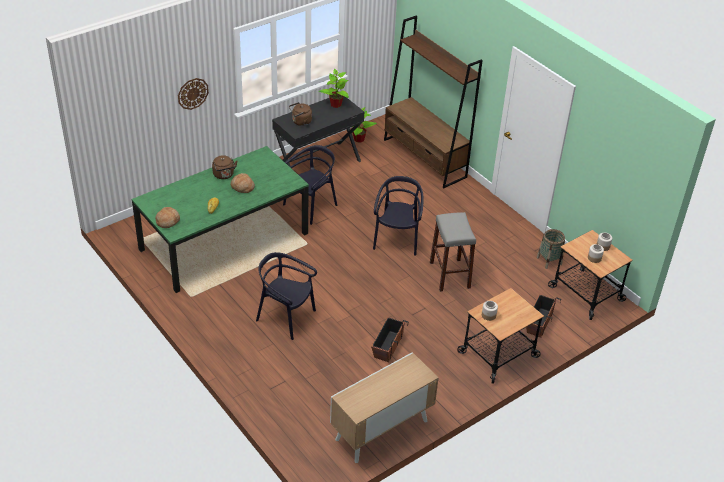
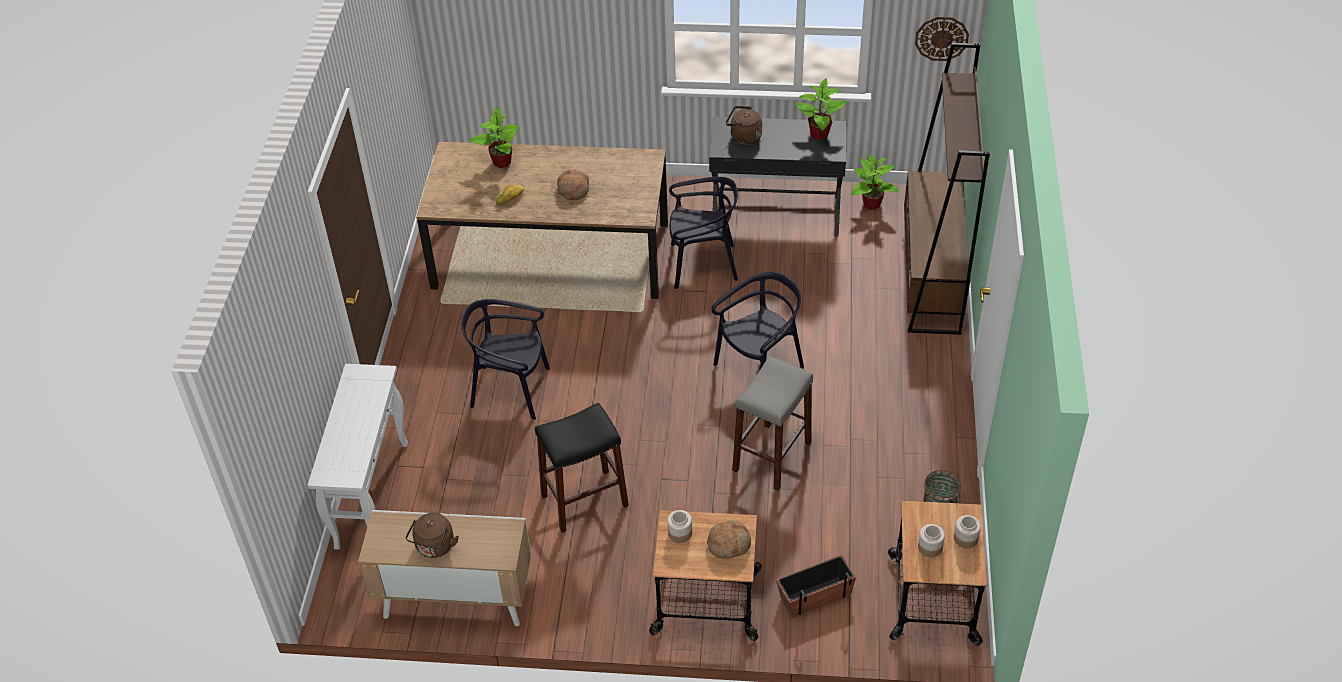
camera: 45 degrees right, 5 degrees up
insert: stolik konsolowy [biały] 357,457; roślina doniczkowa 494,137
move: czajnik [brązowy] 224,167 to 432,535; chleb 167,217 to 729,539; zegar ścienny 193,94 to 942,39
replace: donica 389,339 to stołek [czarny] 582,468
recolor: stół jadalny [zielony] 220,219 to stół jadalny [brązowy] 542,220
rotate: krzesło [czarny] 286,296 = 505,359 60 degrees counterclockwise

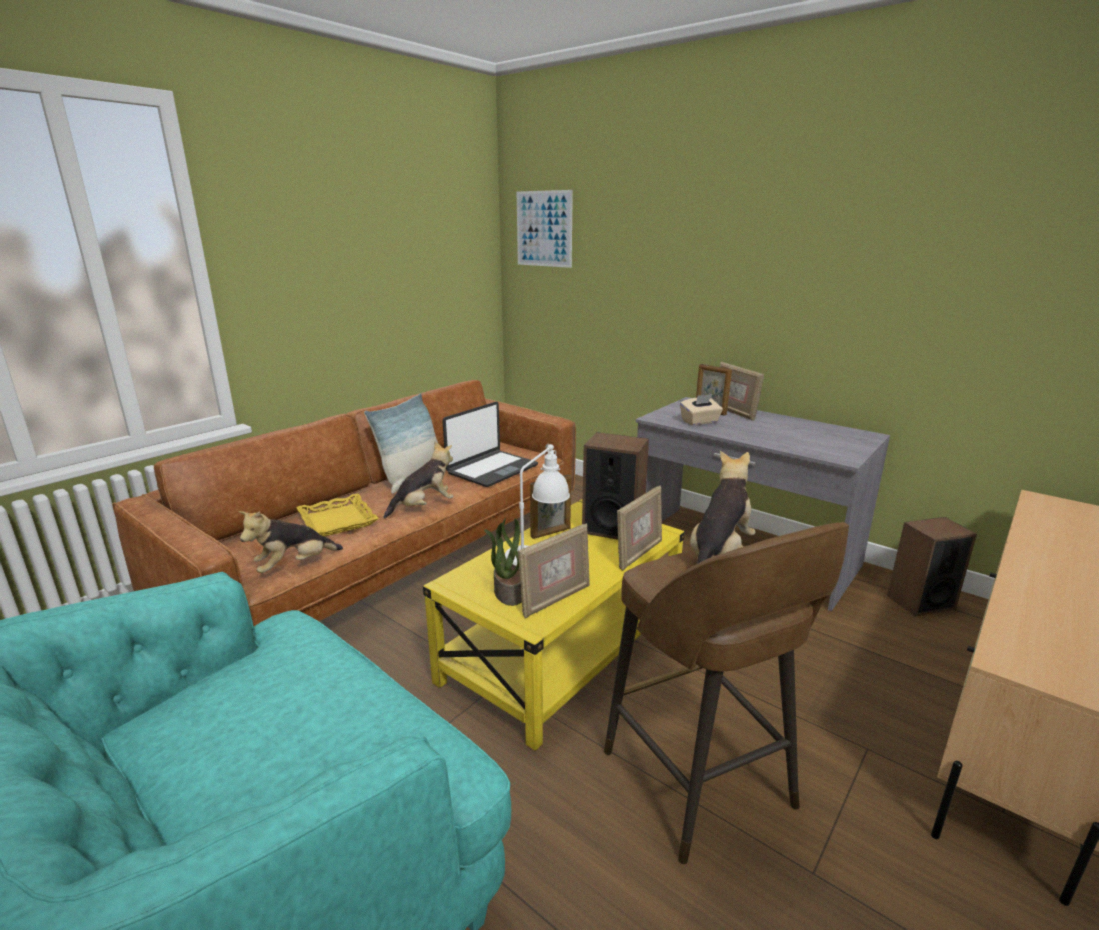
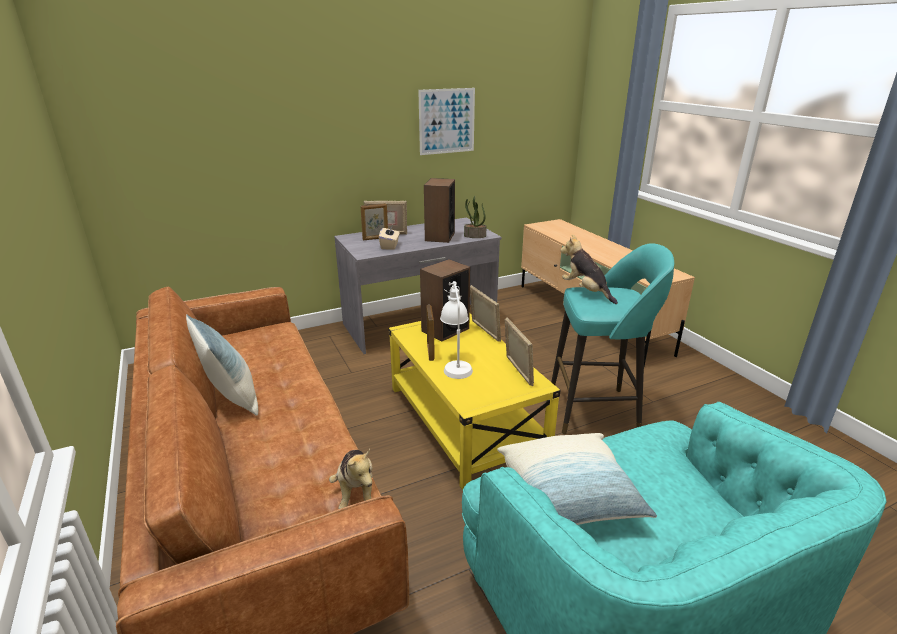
camera: 65 degrees left, 5 degrees up
delete: taca [żółty] 337,515; pluszak 418,480; laptop 490,444
insert: poduszka 577,479
move: obraz 545,229 to 446,121; głośnik 932,566 to 439,210; roślina doniczkowa 503,562 to 475,217
recolor: stołek [brązowy] 726,693 to stołek [turkusowy] 612,338

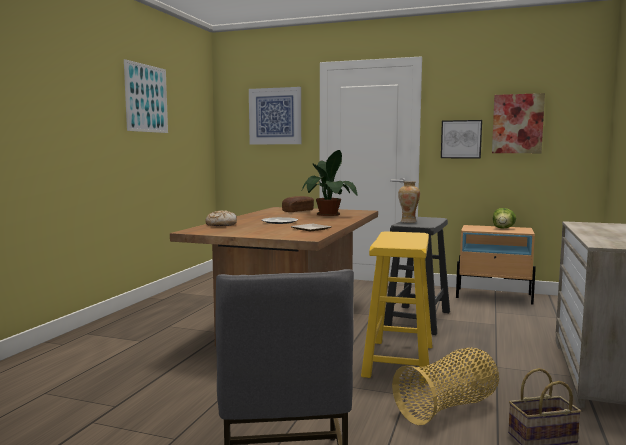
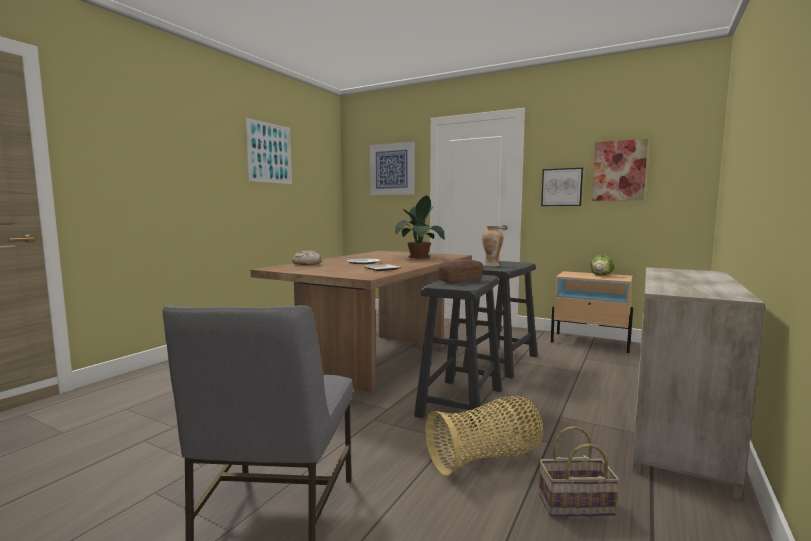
camera: 10 degrees right, 0 degrees up
move: chleb 298,204 to 460,271
recolor: stołek [żółty] 396,307 to stołek [czarny] 458,351

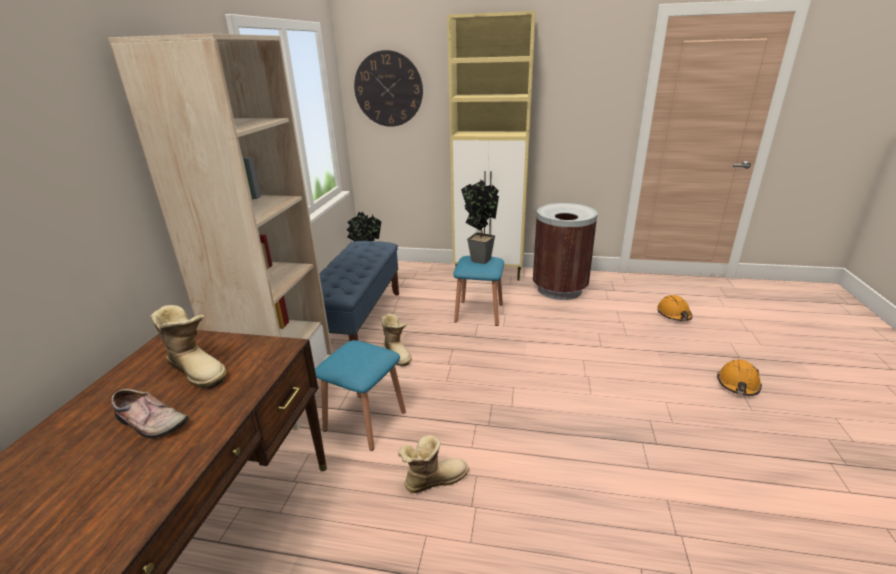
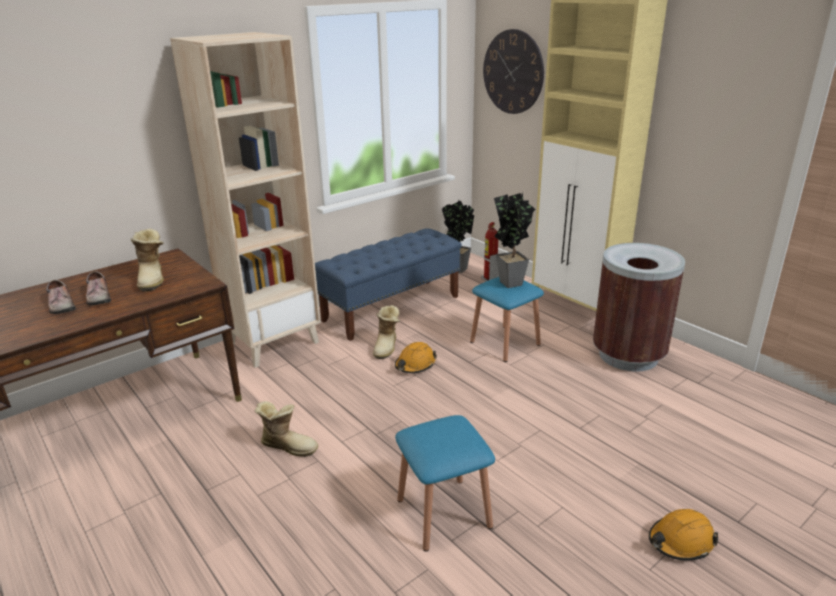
camera: 40 degrees right, 0 degrees up
insert: but 61,297; gaśnica 490,251
move: kask [pomarańczowy] 674,308 to 416,357; stołek [niebieski] 360,395 to 445,483

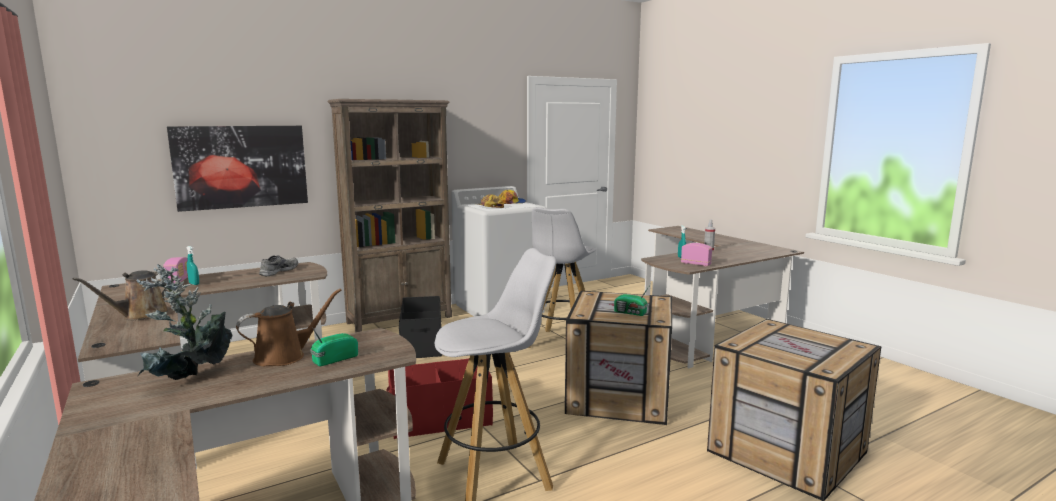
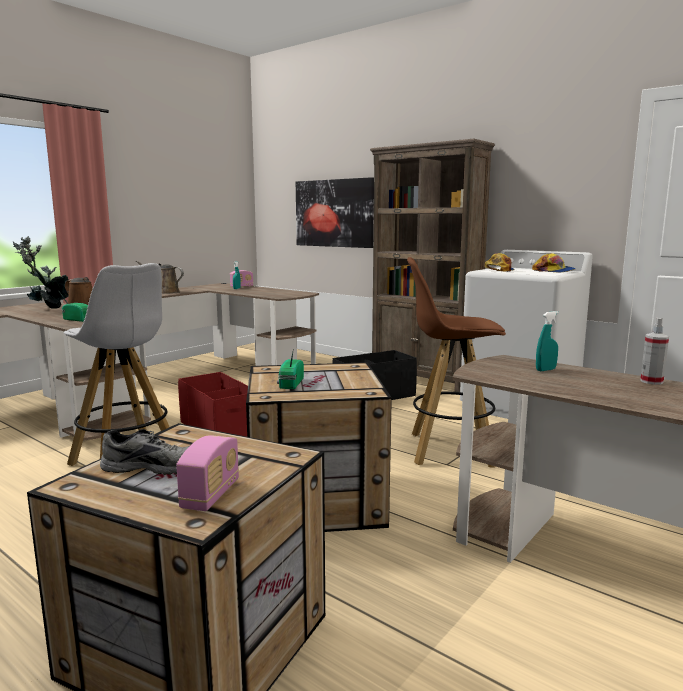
camera: 70 degrees right, 0 degrees up
move: but [szary] 278,265 to 144,452; radio 696,254 to 207,473
recolor: stołek [biały] 562,277 to stołek [brązowy] 456,362

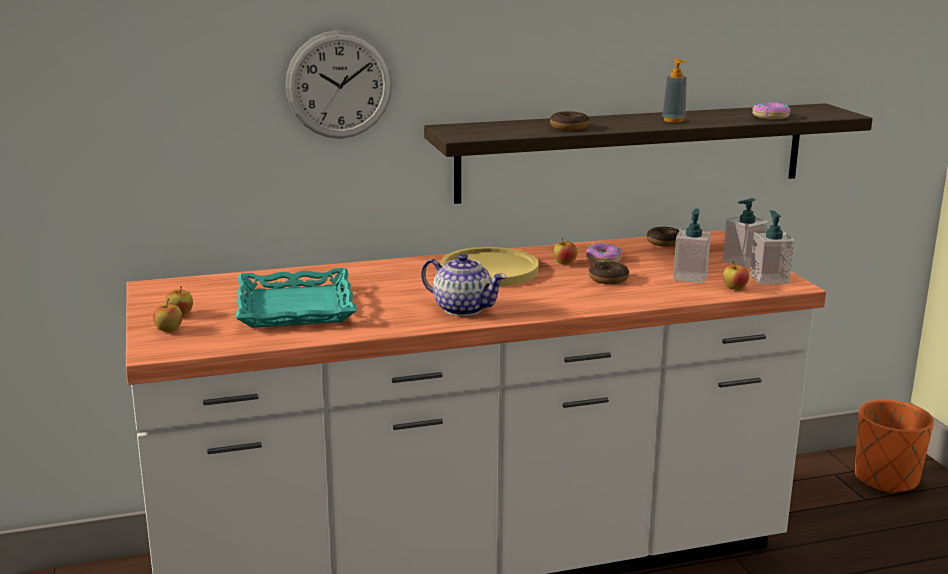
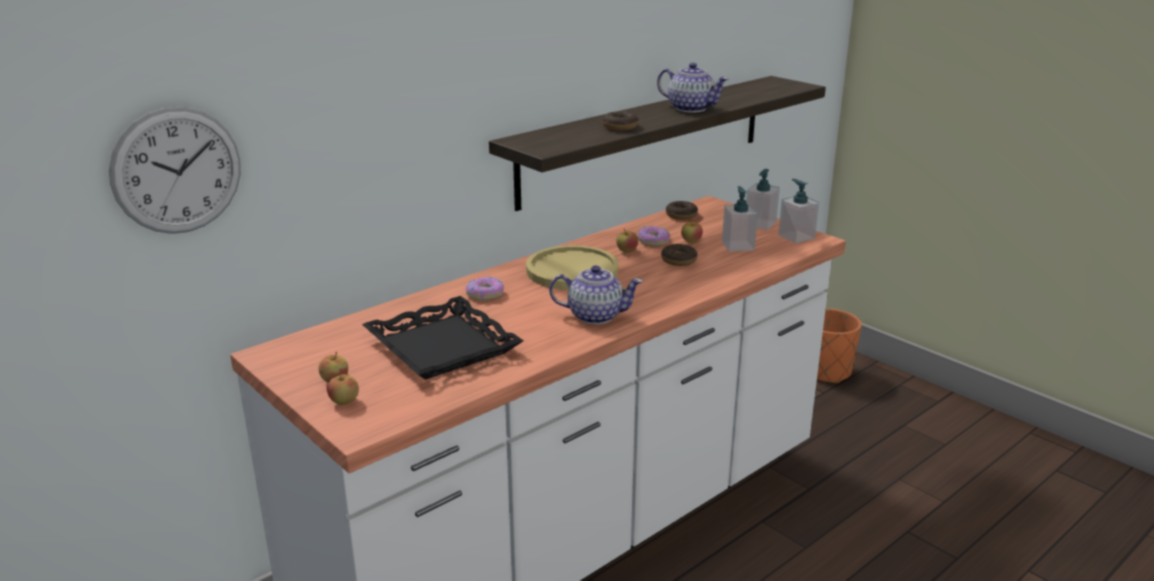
camera: 25 degrees left, 5 degrees up
move: zegar ścienny 338,84 to 175,170; donut 771,111 to 484,289; jabłko 736,275 to 692,231
replace: dozownik mydła 674,91 to imbryk 693,88
recolor: taca [turkusowy] 296,298 to taca [czarny] 443,338

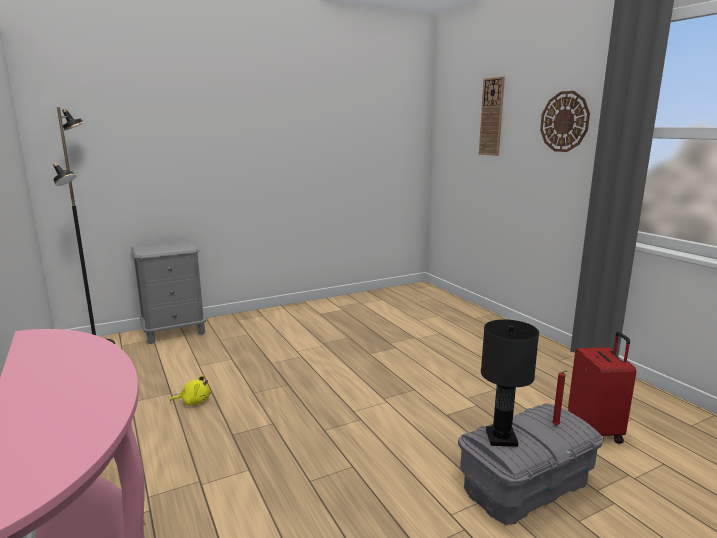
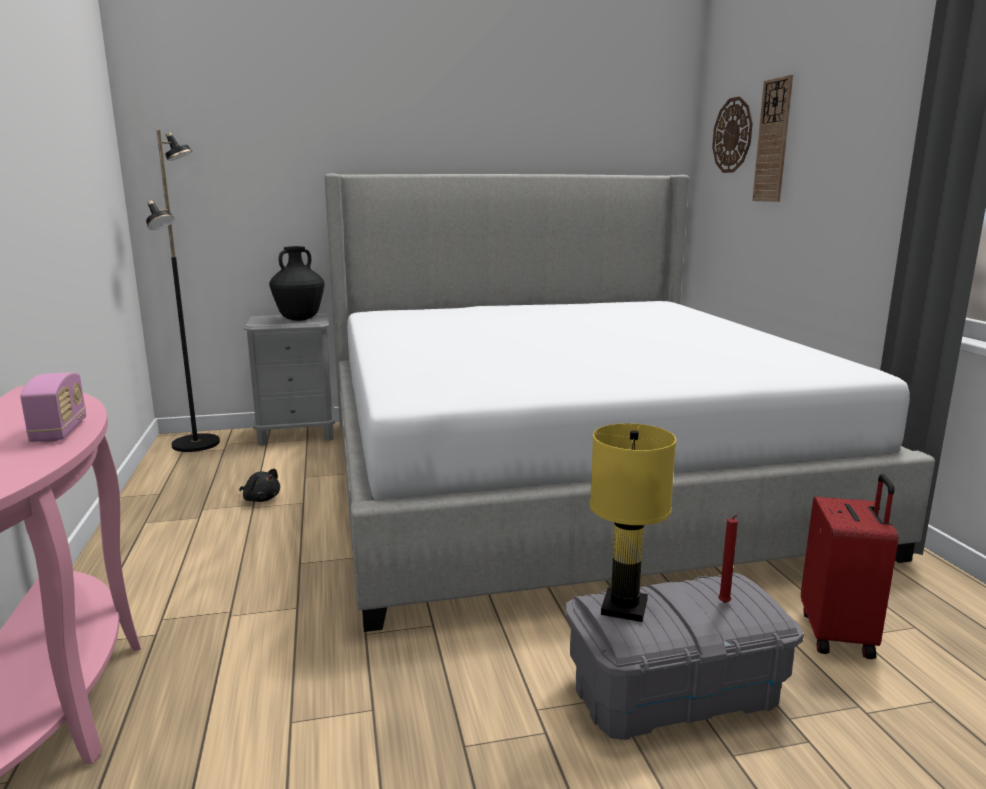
camera: 15 degrees right, 0 degrees up
delete: pluszak [żółty] 190,390
insert: radio 53,407; pluszak [czarny] 259,485; wazon [czarny] 296,283; łóżko 629,402
move: zegar ścienny 565,121 to 732,134
recolor: lampa stołowa [czarny] 510,383 to lampa stołowa [żółty] 633,522

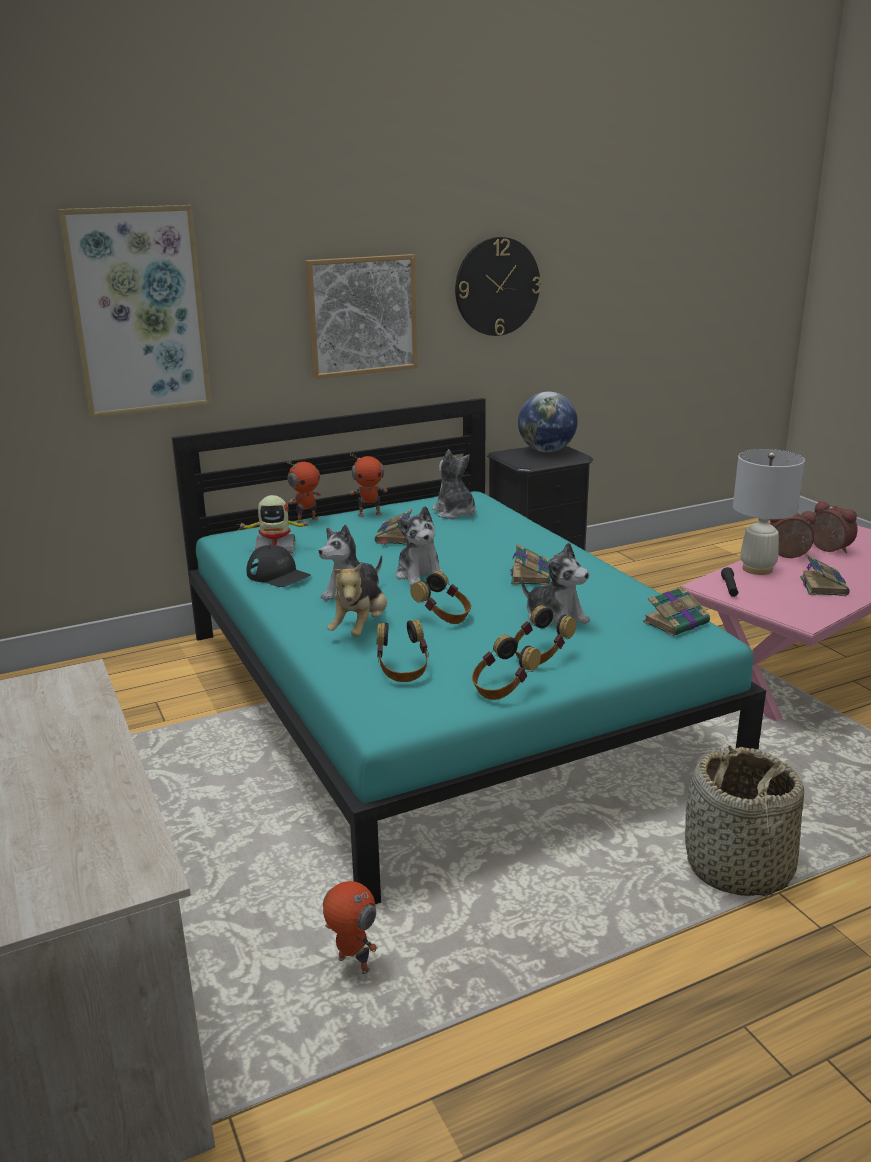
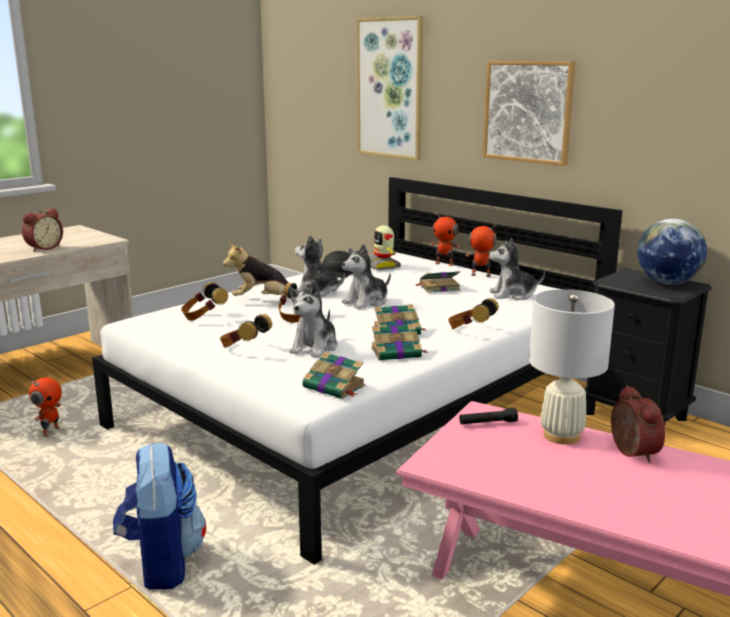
camera: 70 degrees right, 5 degrees down
delete: zegar ścienny 498,286
move: budzik 833,527 to 42,230; książka 825,575 to 400,342; słuchawki 506,667 to 473,313
replace: koszyk 744,820 to plecak 159,516
recolor: łóżko [turkusowy] 469,651 to łóżko [biały] 357,371
rotate: robot zabawkowy 368,484 = 481,250 135 degrees clockwise; pluszak 454,484 = 517,269 135 degrees counterclockwise

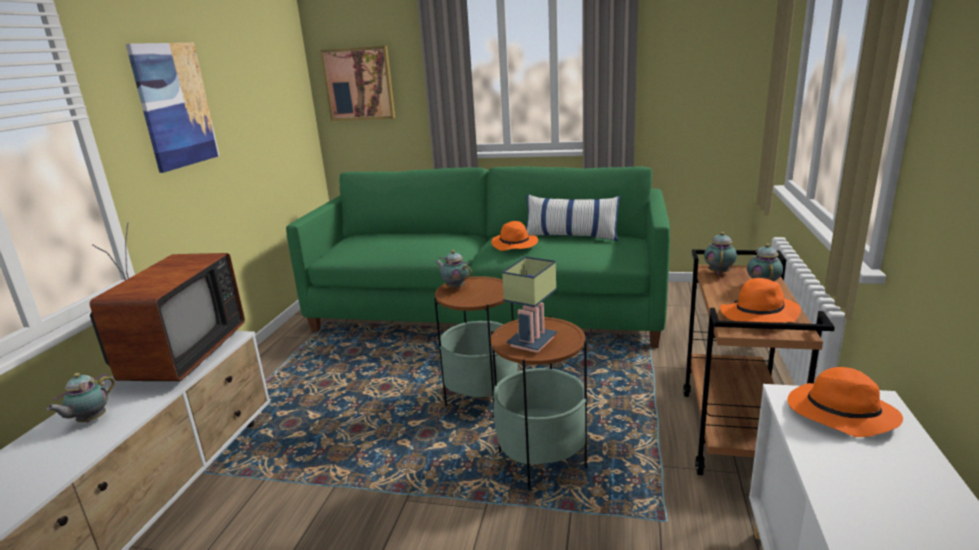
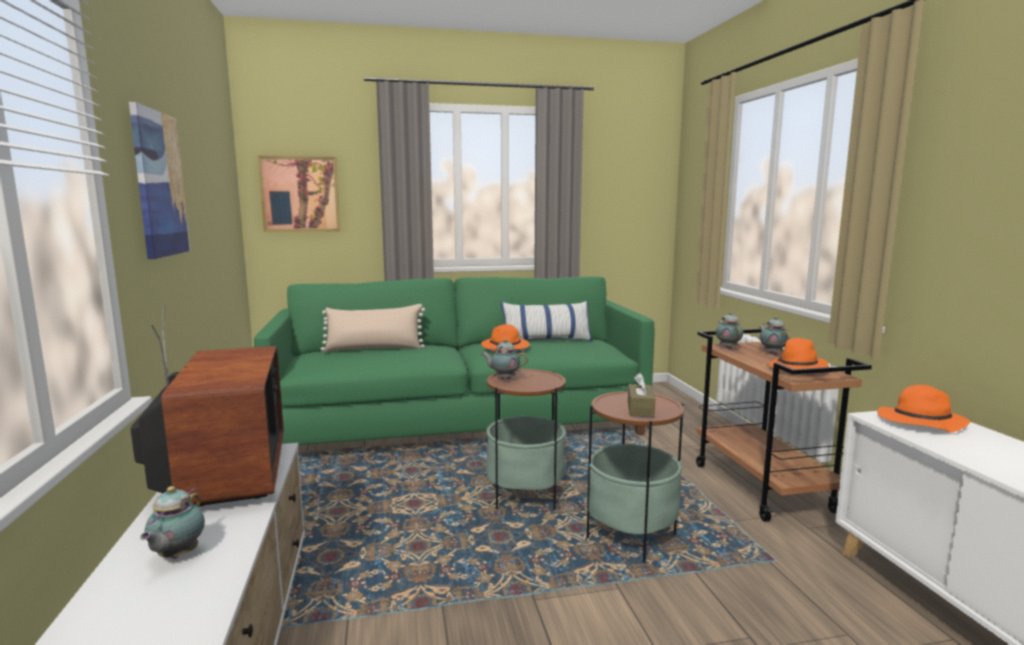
camera: 25 degrees left, 10 degrees down
insert: poduszka [beżowy] 373,328
replace: lampa stołowa 529,304 to pudełko chusteczek [brązowy] 641,395

